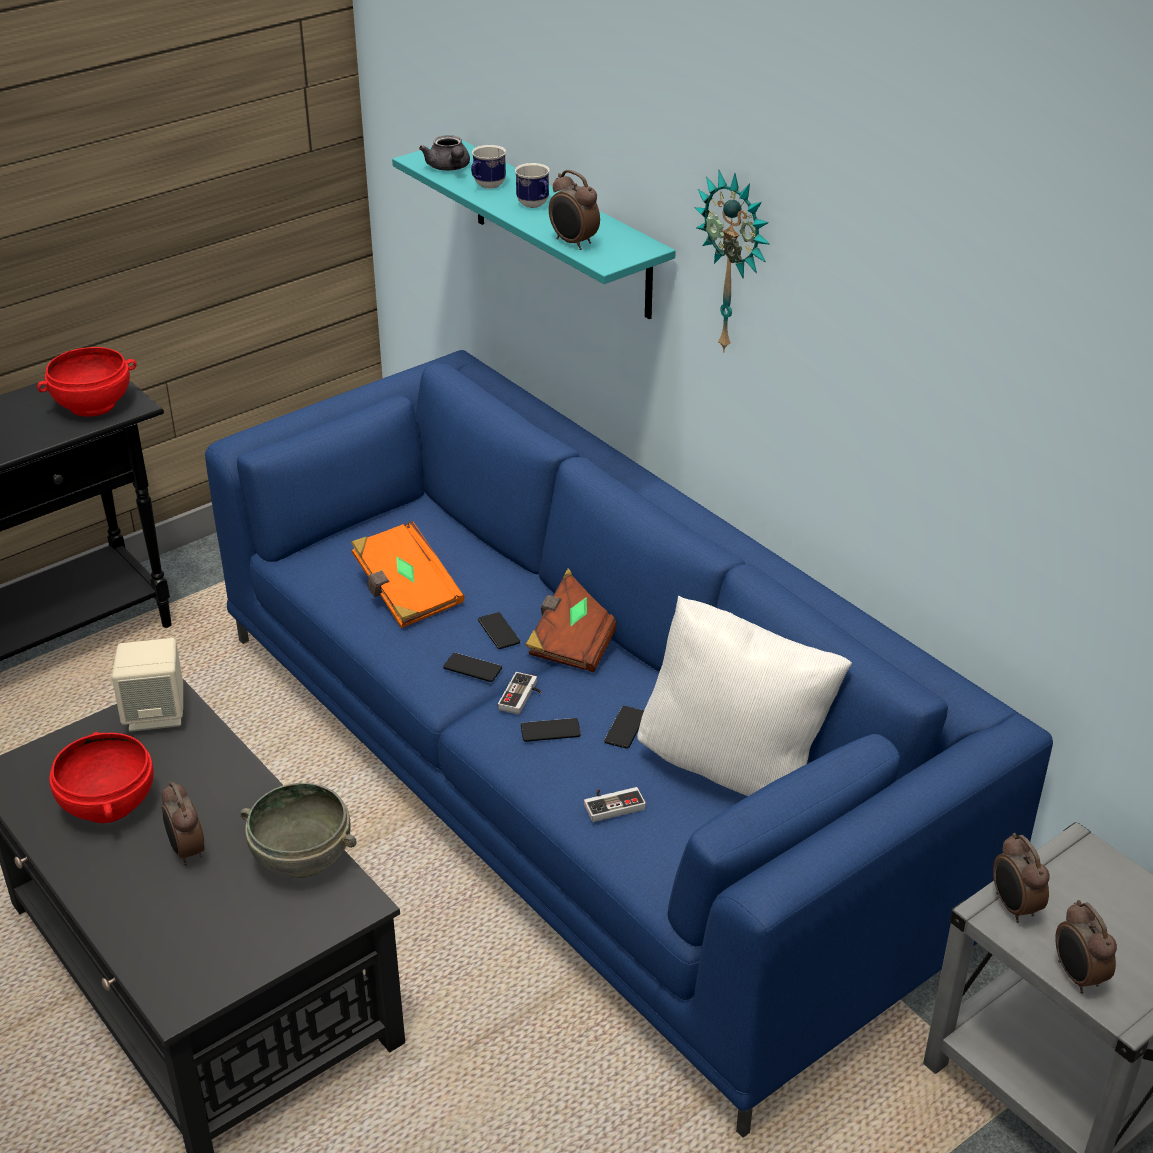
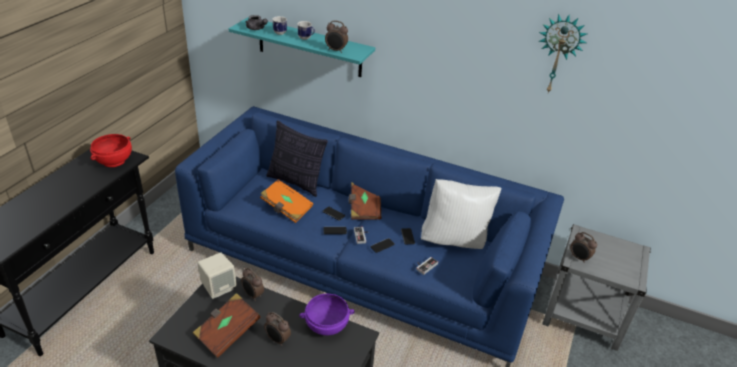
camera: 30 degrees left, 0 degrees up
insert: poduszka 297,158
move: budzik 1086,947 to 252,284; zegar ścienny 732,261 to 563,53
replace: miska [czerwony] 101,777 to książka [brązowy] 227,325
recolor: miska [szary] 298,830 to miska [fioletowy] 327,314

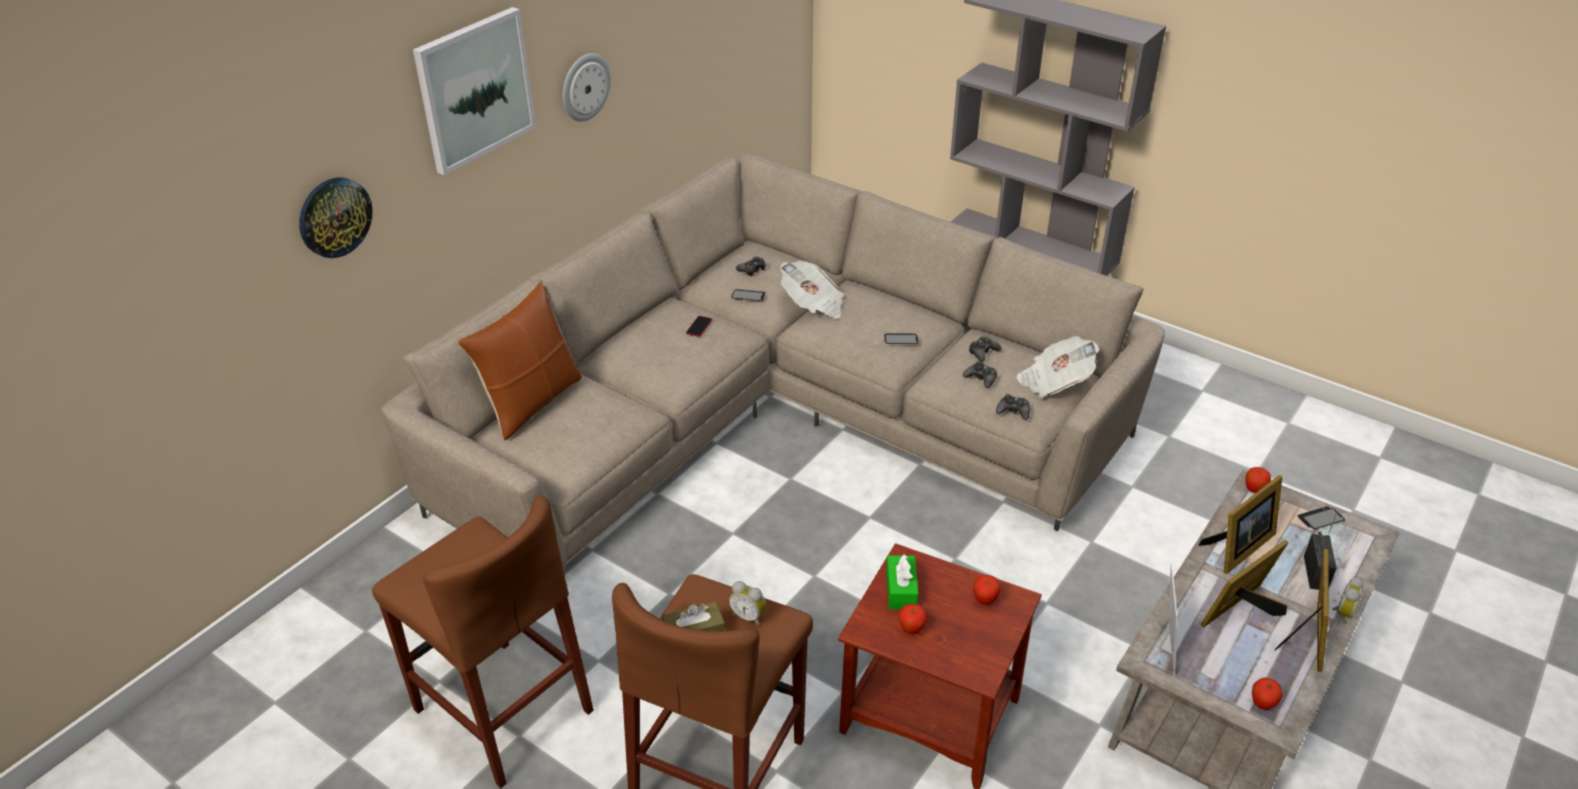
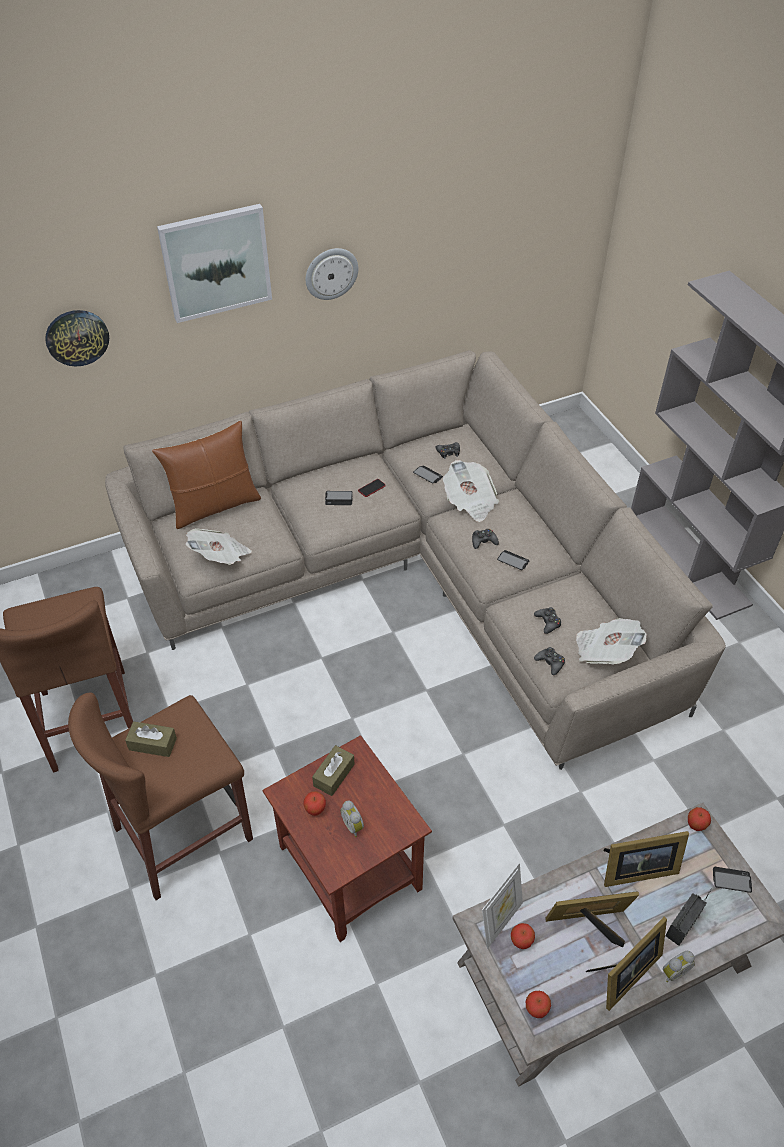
camera: 30 degrees right, 10 degrees up
insert: gazeta 218,546; telefon 339,498
move: budzik 747,603 to 352,819; pad do gier [czarny] 985,349 to 485,539; jabłko 986,590 to 523,936
recolor: pudełko chusteczek [zielony] 902,581 to pudełko chusteczek [brązowy] 333,770

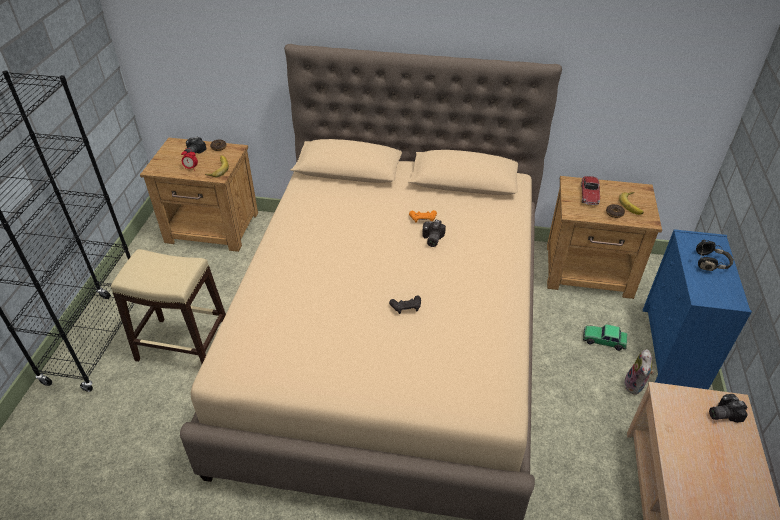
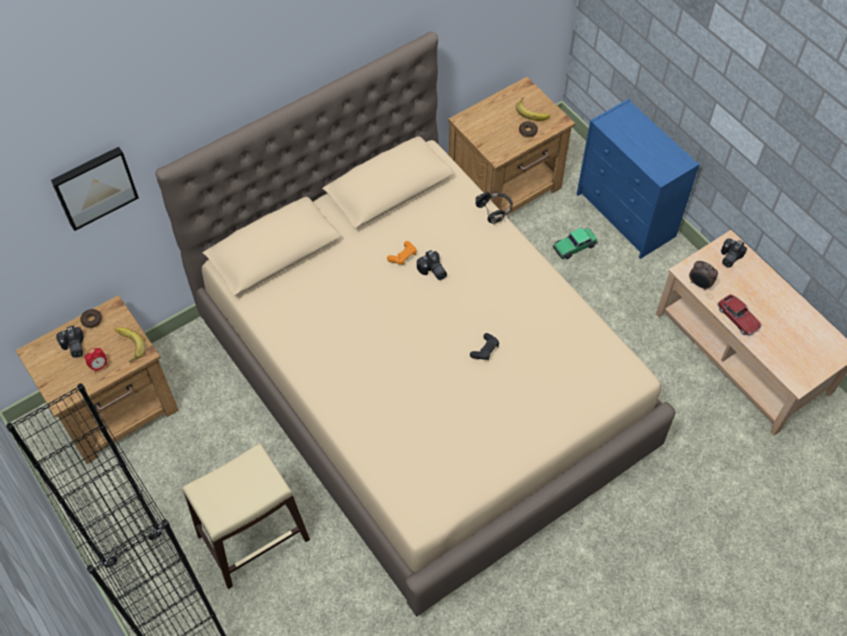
camera: 45 degrees left, 15 degrees up
delete: pluszak 639,372
insert: obraz 95,189; budzik 703,275
move: słuchawki [czarny] 715,255 to 494,207; samochodzik 590,190 to 739,315

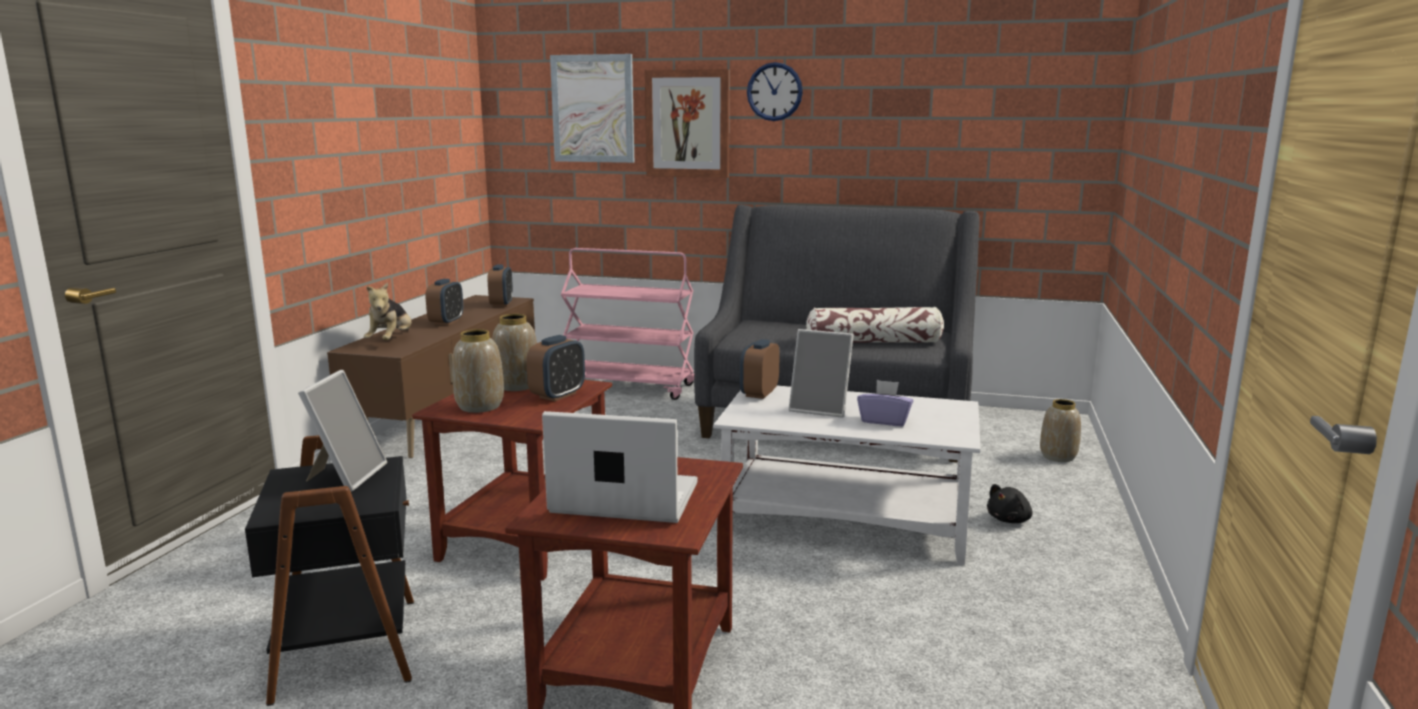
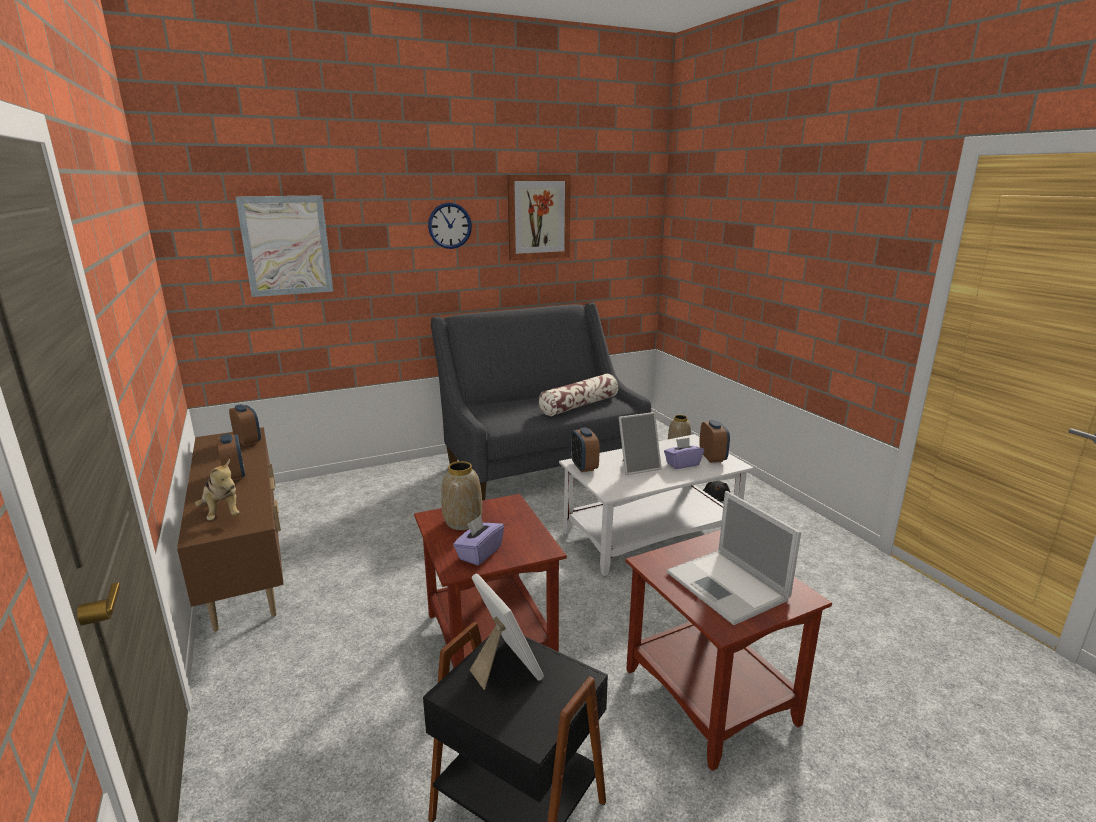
camera: 40 degrees left, 5 degrees up
delete: wózek [różowy] 627,324
move: obraz 687,123 to 539,217; budzik 555,368 to 714,441
replace: wazon 478,371 to pudełko chusteczek [fioletowy] 478,540
rotate: laptop 620,467 = 734,558 90 degrees counterclockwise

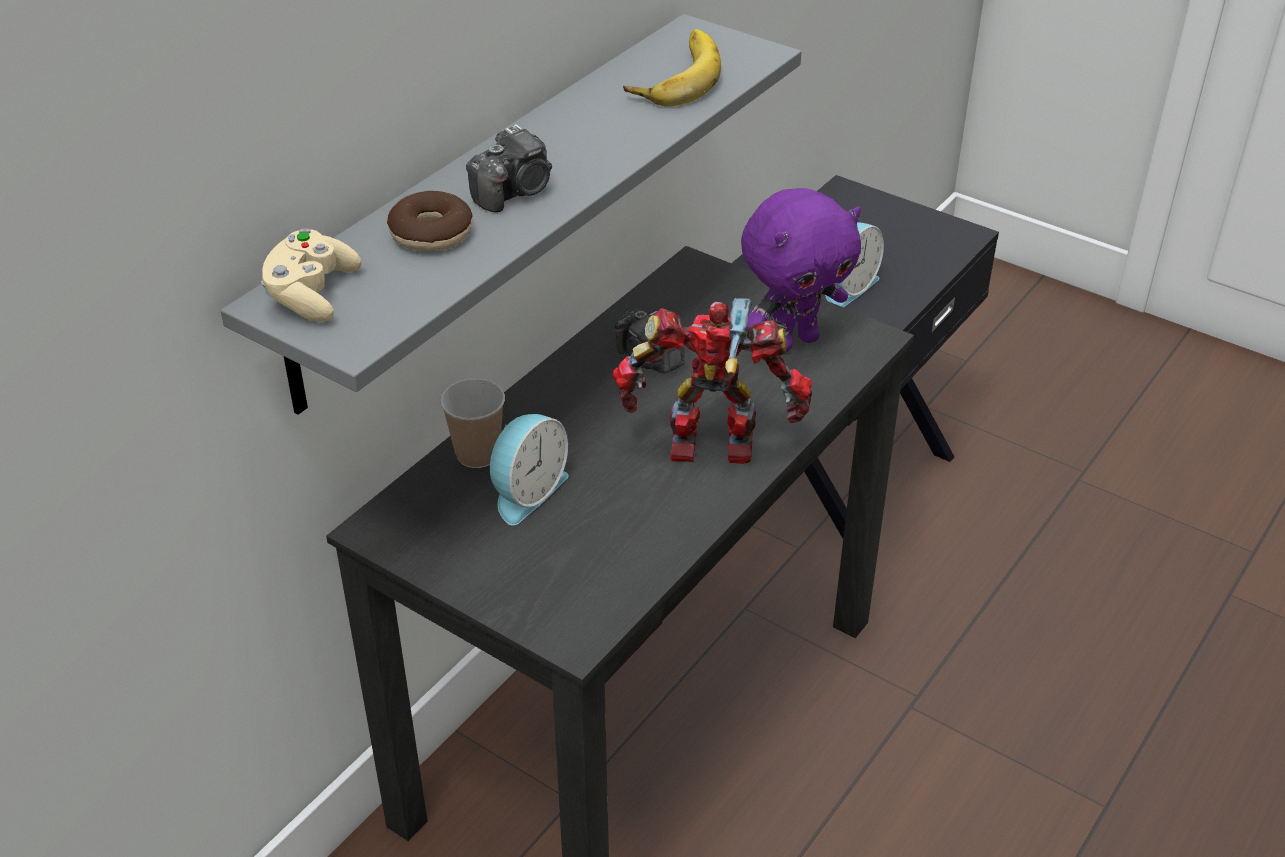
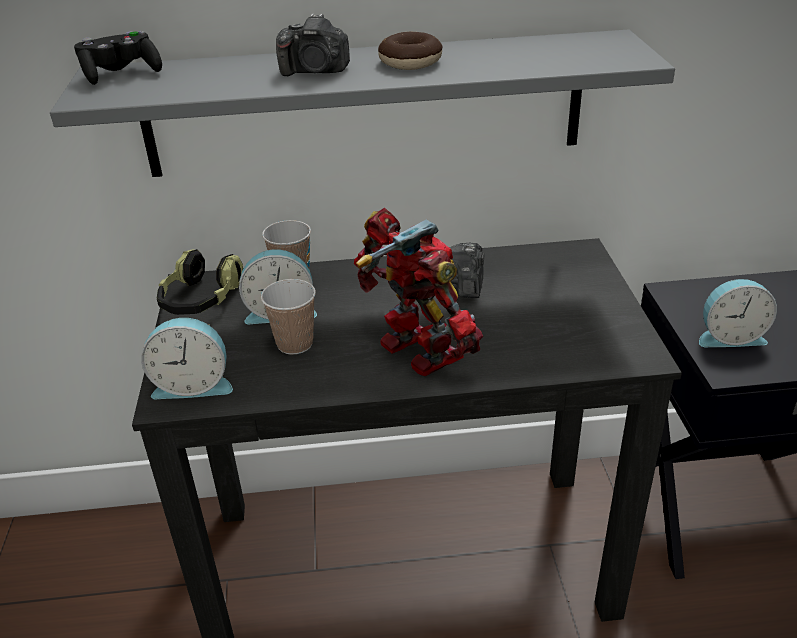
camera: 50 degrees right, 5 degrees down
delete: banan 672,68; pluszak [fioletowy] 801,270
insert: budzik 187,358; słuchawki 200,282; filiżanka 288,317
move: donut 430,221 to 410,51
recolor: pad do gier [beżowy] 311,275 to pad do gier [czarny] 118,58

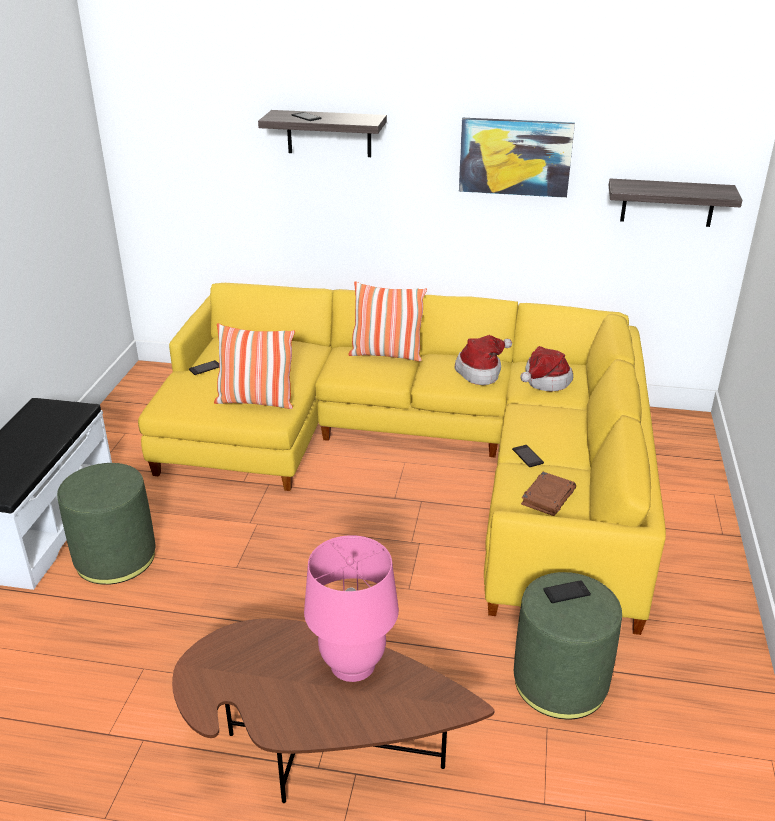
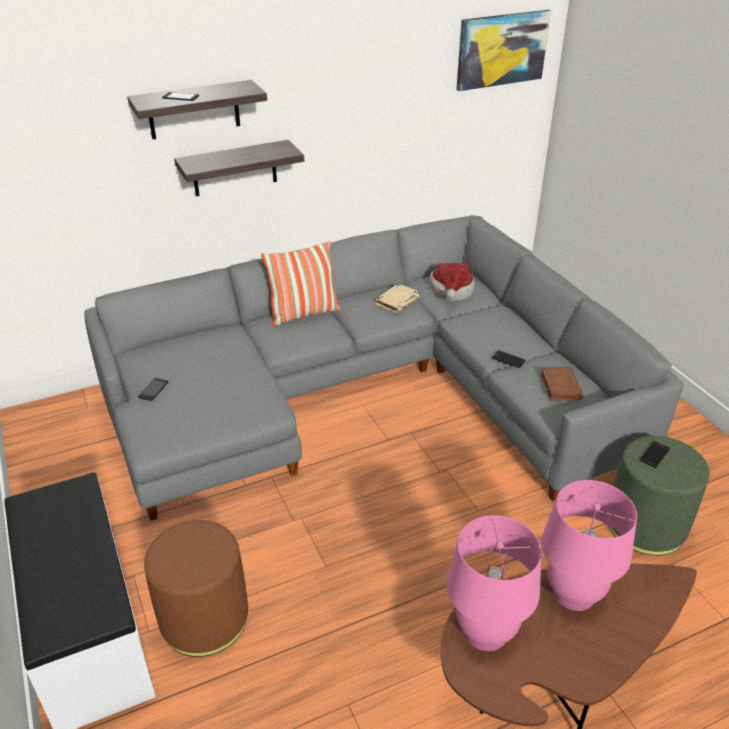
camera: 35 degrees left, 5 degrees up
delete: poduszka 254,366
insert: lampa stołowa [różowy] 494,583
move: półka 675,203 to 239,168; obraz 517,158 to 504,50
replace: kapelusz 483,360 to książka [beżowy] 398,298
recolor: kanapa [żółty] 402,459 to kanapa [szary] 384,368; pufa [zielony] 106,524 to pufa [brązowy] 196,588

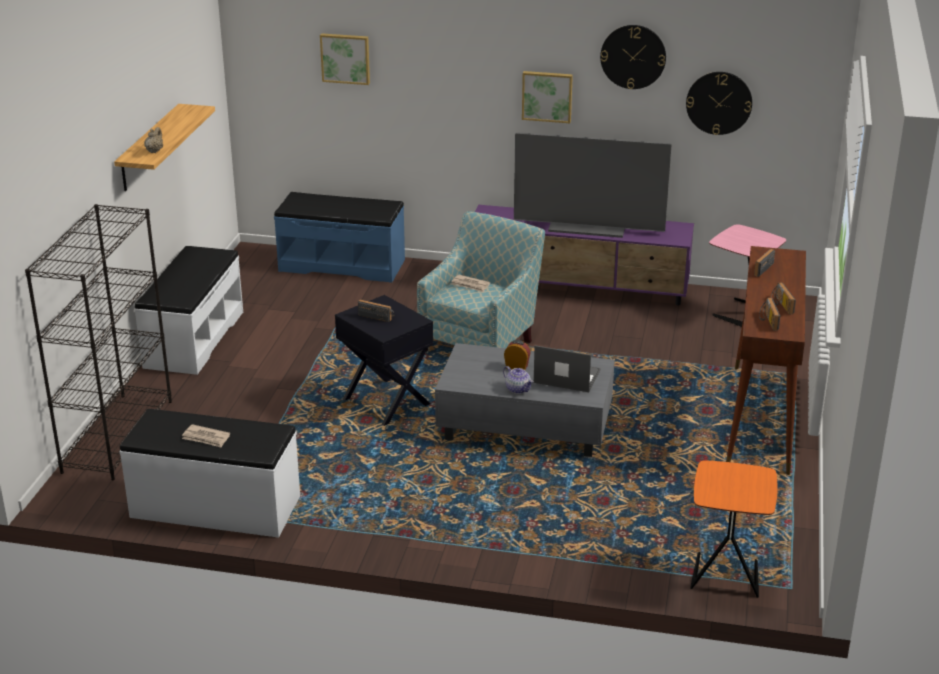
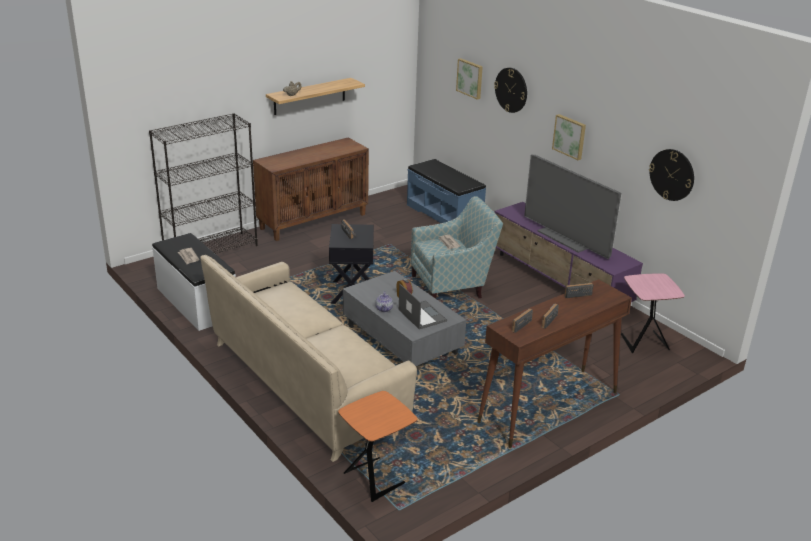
camera: 40 degrees right, 0 degrees up
insert: kanapa [beżowy] 308,358
move: zegar ścienny 633,57 to 510,90
replace: ławka [biały] 188,310 to szafka [brązowy] 311,189

